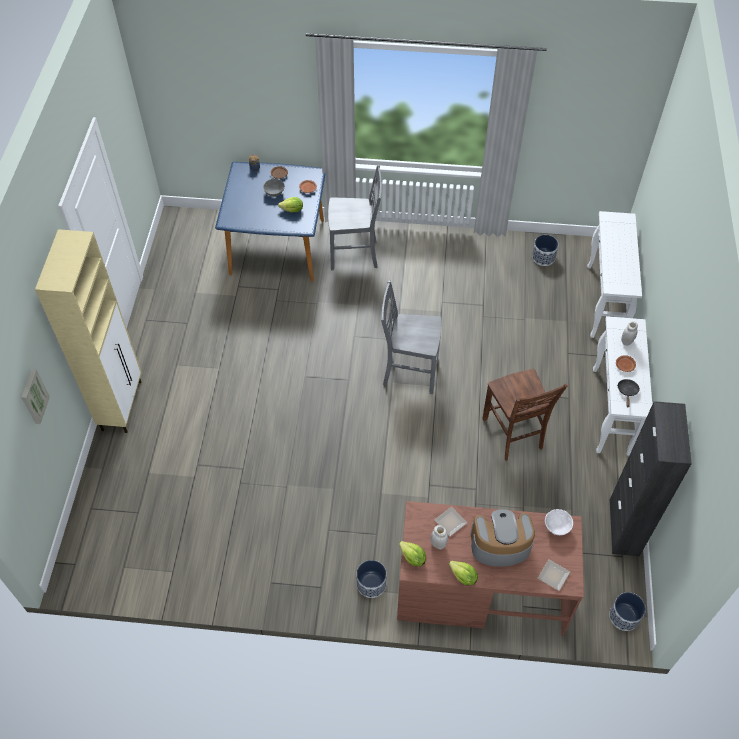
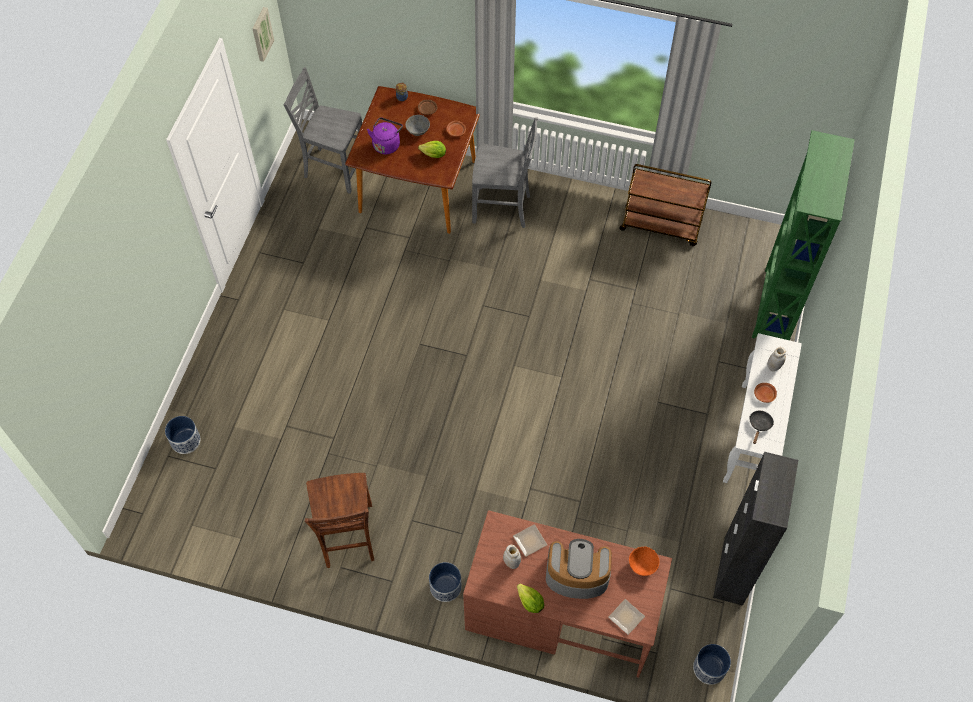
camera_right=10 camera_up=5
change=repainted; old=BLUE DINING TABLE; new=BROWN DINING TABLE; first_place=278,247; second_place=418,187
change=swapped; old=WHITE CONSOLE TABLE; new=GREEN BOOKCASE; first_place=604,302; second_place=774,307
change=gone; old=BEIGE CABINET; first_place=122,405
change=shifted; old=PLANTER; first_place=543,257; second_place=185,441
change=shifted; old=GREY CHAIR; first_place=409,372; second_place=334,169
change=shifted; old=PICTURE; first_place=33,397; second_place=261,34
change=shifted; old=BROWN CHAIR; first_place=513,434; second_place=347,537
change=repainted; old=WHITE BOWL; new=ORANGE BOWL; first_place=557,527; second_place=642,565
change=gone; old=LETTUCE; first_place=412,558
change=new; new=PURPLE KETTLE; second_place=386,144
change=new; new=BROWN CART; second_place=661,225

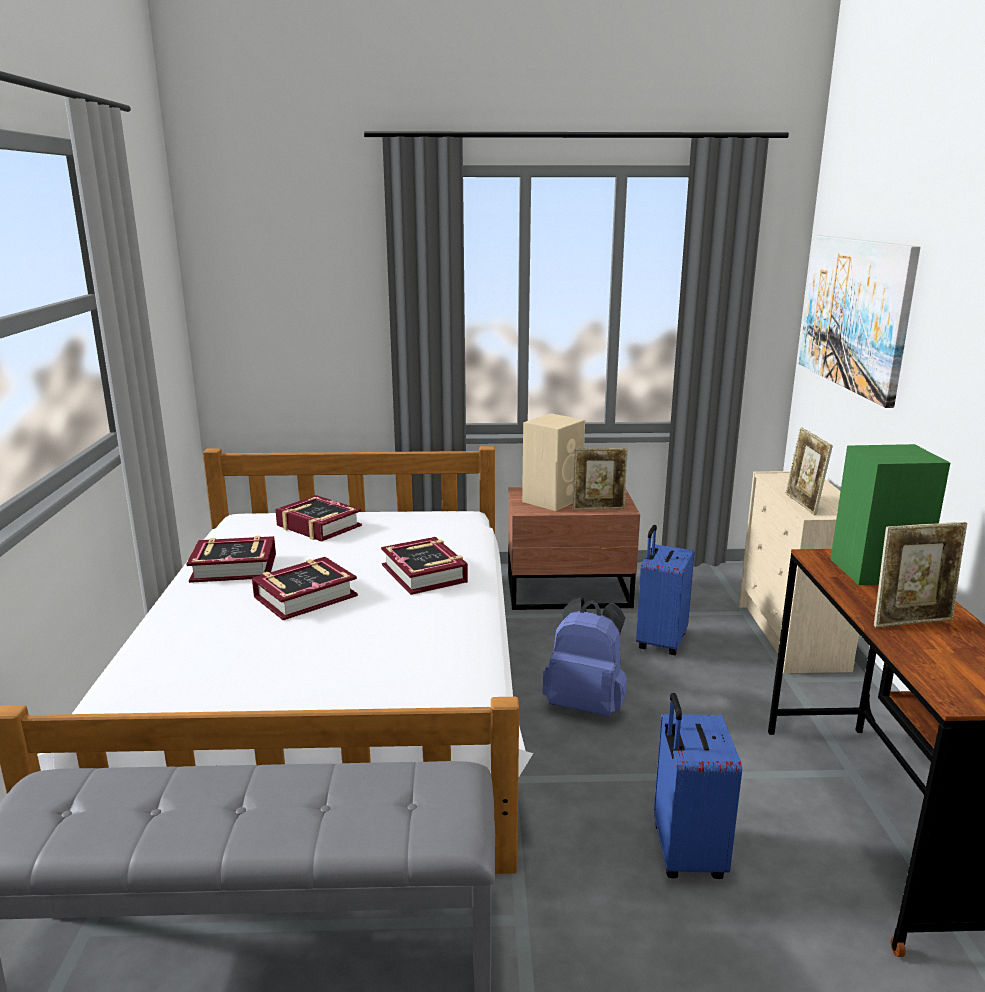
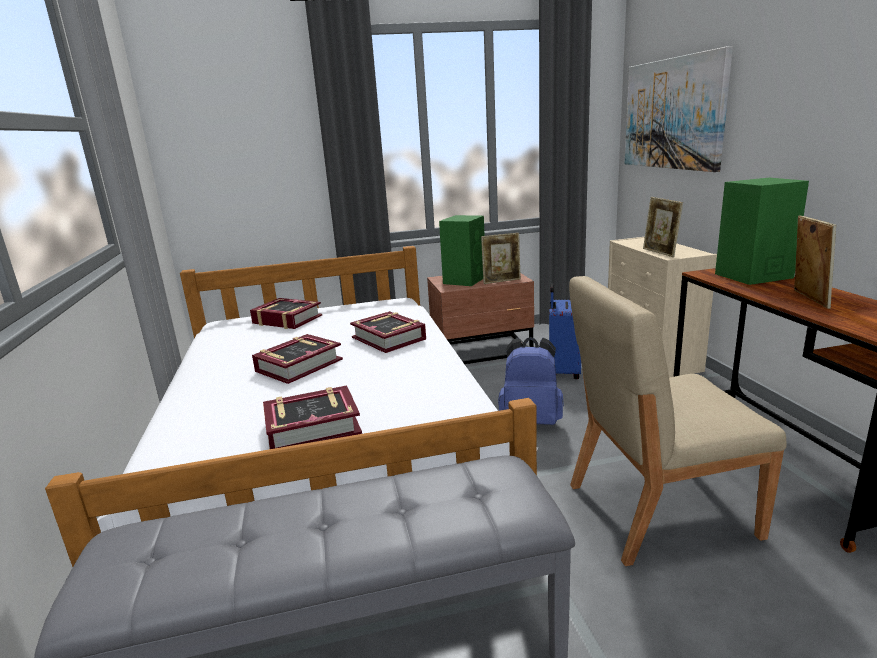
camera_right=-10 camera_up=0
change=repainted; old=BEIGE SPEAKER; new=GREEN SPEAKER; first_place=553,499; second_place=465,280
change=rotated; old=PICTURE FRAME; first_place=911,621; second_place=807,299; degrees=-60
change=shifted; old=BOOK; first_place=234,567; second_place=312,427
change=swapped; old=BLUE SUITCASE; new=BEIGE CHAIR; first_place=685,853; second_place=657,510

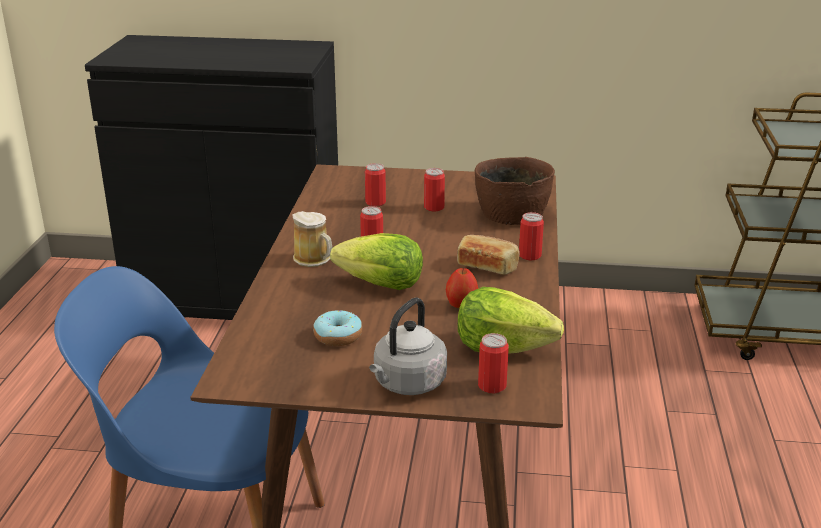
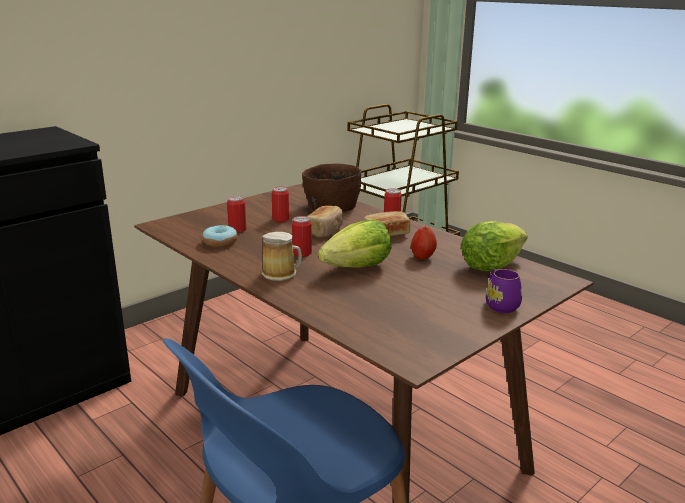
camera_right=-50 camera_up=-5
change=swapped; old=GREY KETTLE; new=PURPLE MUG; first_place=407,384; second_place=500,304
change=shifted; old=DONUT; first_place=338,336; second_place=220,242
change=gone; old=CAN; first_place=492,386
change=new; new=BREAD; second_place=325,230

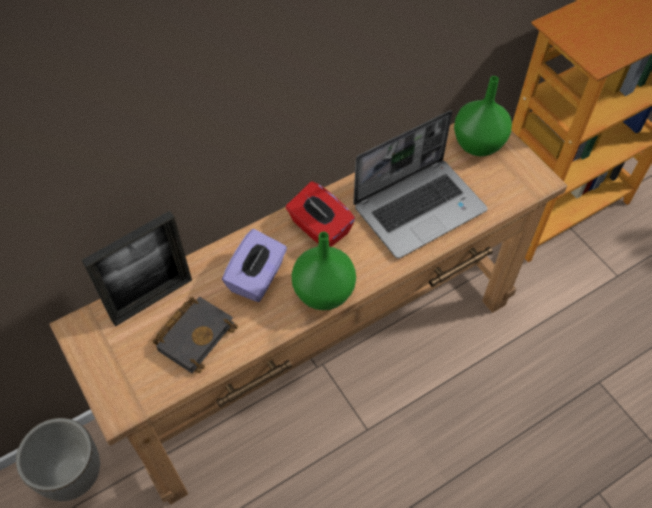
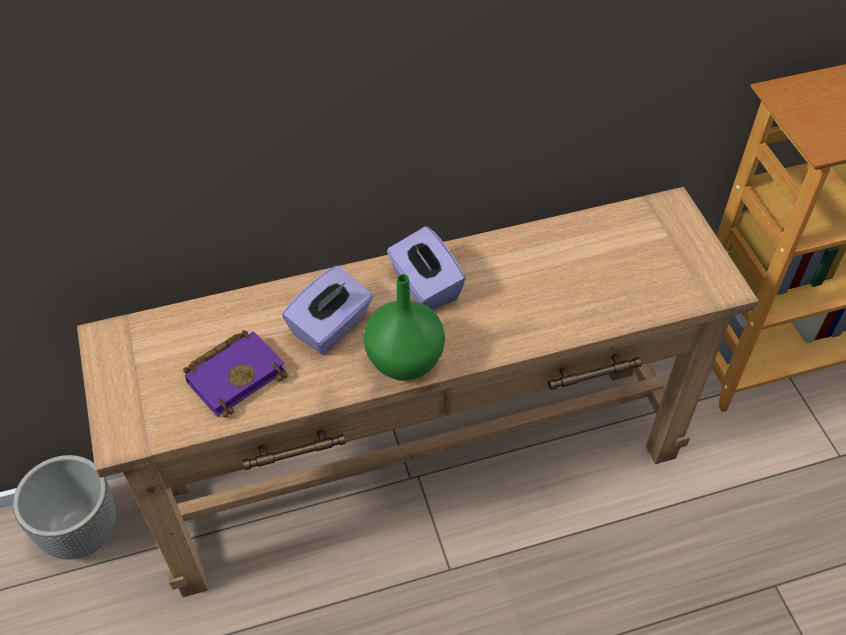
camera_right=15 camera_up=-5
change=gone; old=GREEN VASE; first_place=477,143
change=gone; old=LAPTOP; first_place=420,207
change=repainted; old=RED TISSUE BOX; new=PURPLE TISSUE BOX; first_place=319,228; second_place=424,286
change=gone; old=PICTURE FRAME; first_place=152,299
change=repainted; old=BLACK BOOK; new=PURPLE BOOK; first_place=195,334; second_place=236,374

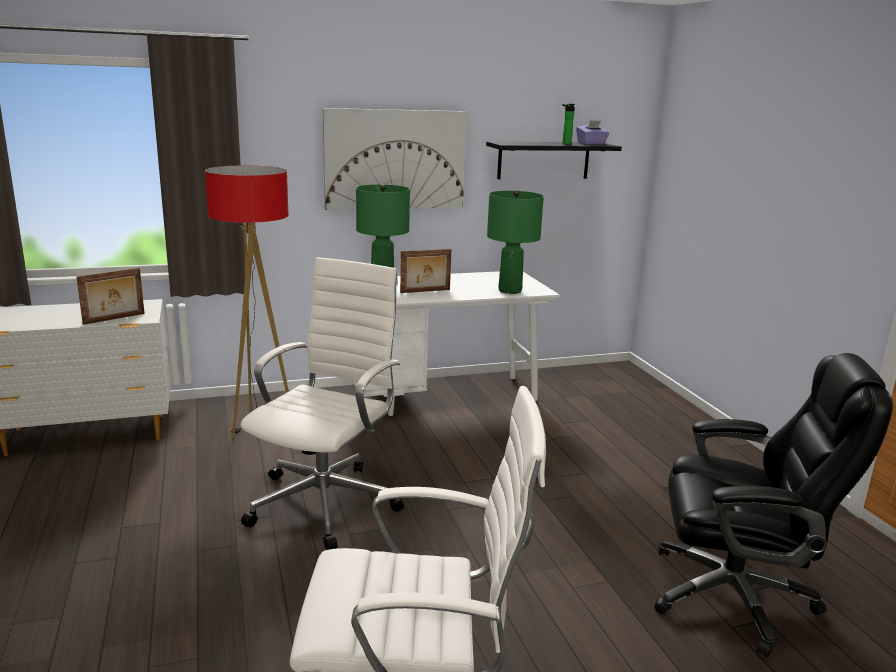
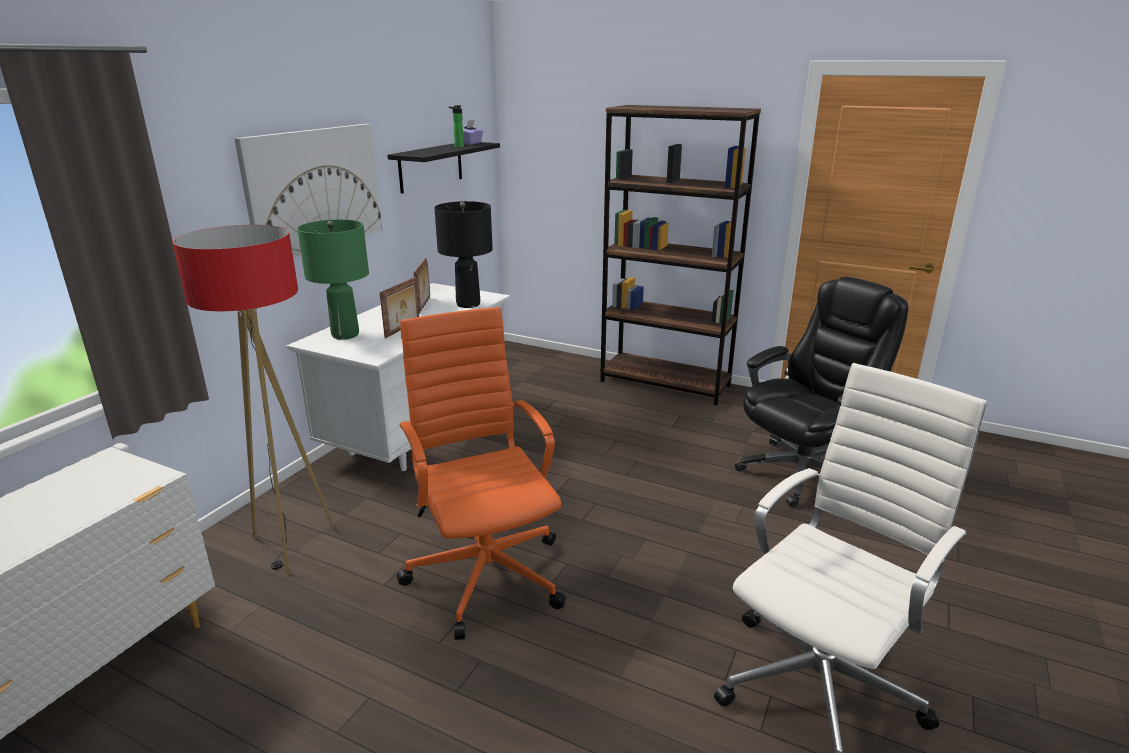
camera_right=-45 camera_up=5
change=repainted; old=GREEN TABLE LAMP; new=BLACK TABLE LAMP; first_place=510,291; second_place=468,304
change=repainted; old=WHITE OFFICE CHAIR; new=ORANGE OFFICE CHAIR; first_place=327,501; second_place=486,572
change=shifted; old=PICTURE FRAME; first_place=114,319; second_place=424,306
change=new; new=BROWN BOOKCASE; second_place=665,383

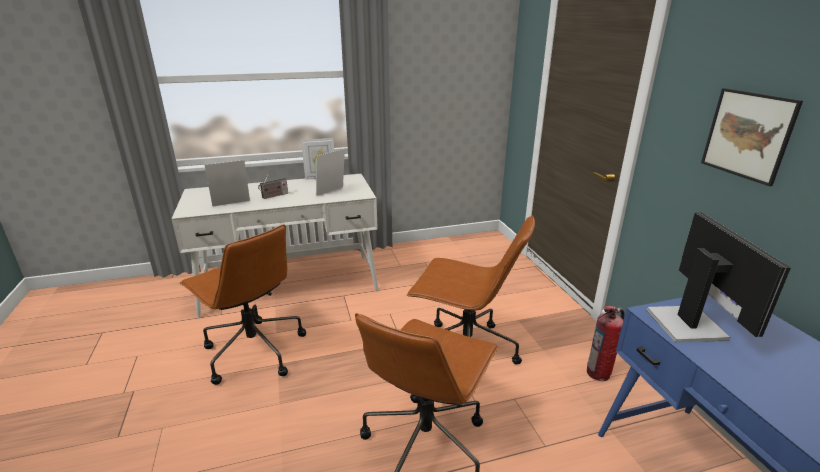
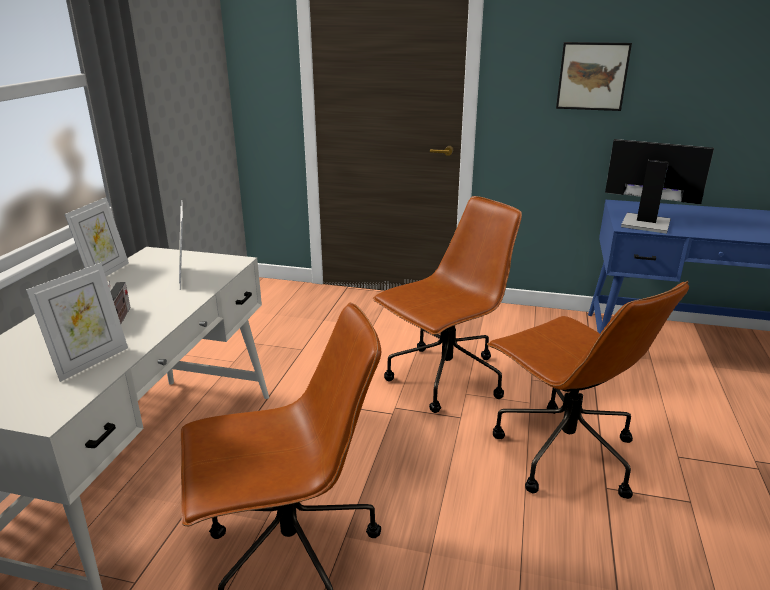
camera_right=-60 camera_up=0
change=rotated; old=PICTURE FRAME; first_place=232,204; second_place=90,361; degrees=-150
change=gone; old=FIRE EXTINGUISHER; first_place=599,373

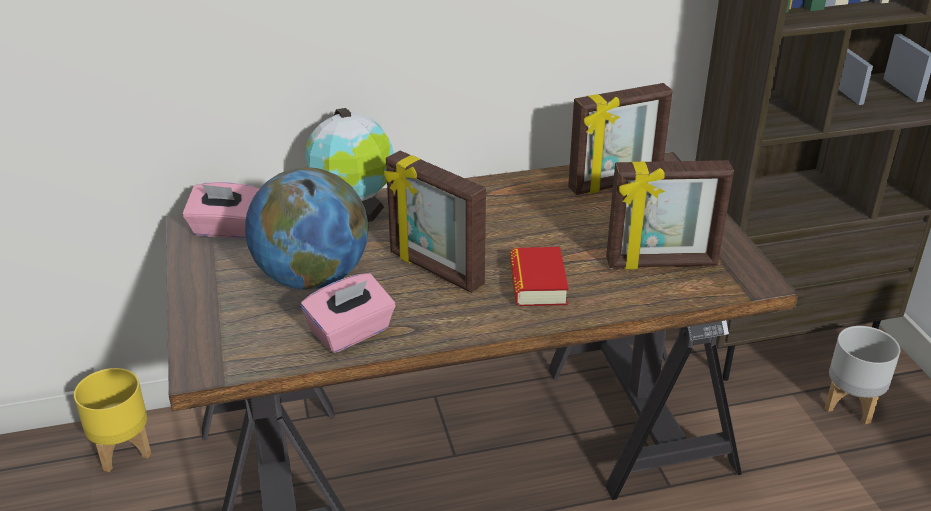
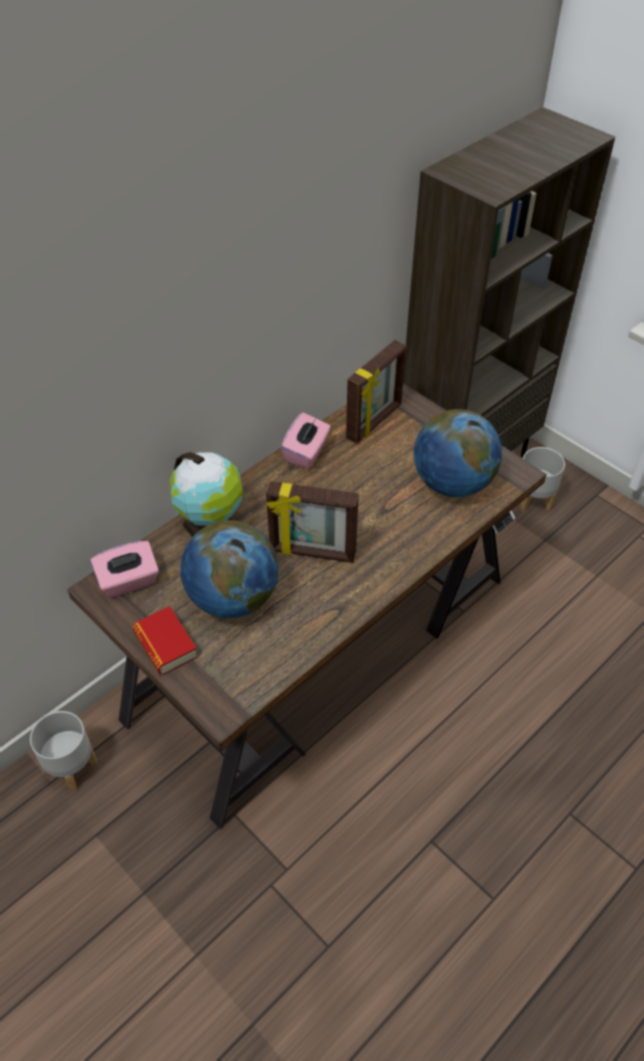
camera_right=-30 camera_up=15
change=swapped; old=PICTURE FRAME; new=GLOBE; first_place=661,264; second_place=452,483
change=shifted; old=BOOK; first_place=537,283; second_place=166,645
change=shifted; old=PINK TISSUE BOX; first_place=351,333; second_place=306,453
change=repainted; old=YELLOW PLANTER; new=GREY PLANTER; first_place=122,449; second_place=71,767

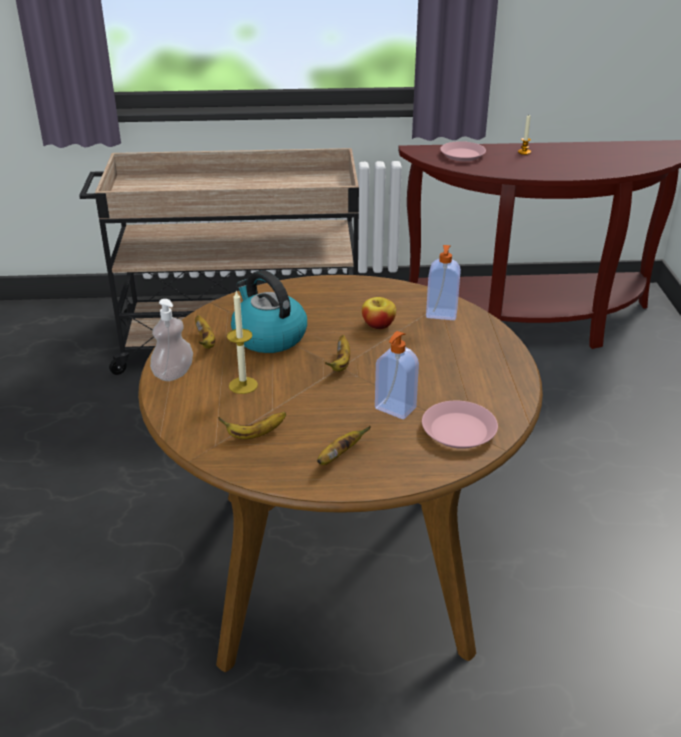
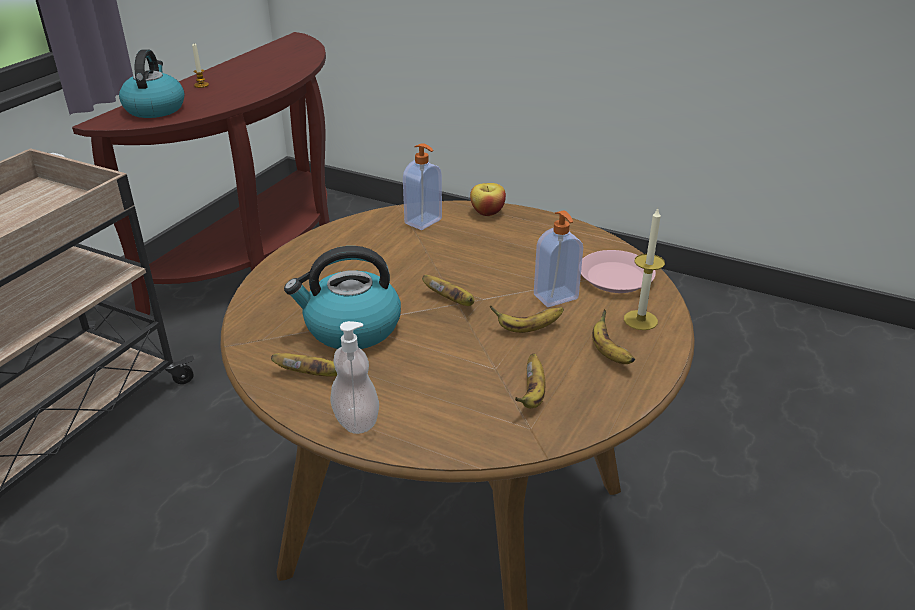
camera_right=-60 camera_up=0
change=swapped; old=PINK PLATE; new=KETTLE; first_place=462,155; second_place=155,108
change=shifted; old=CANDLE; first_place=243,385; second_place=640,320
change=shifted; old=APPLE; first_place=378,325; second_place=487,212
change=new; new=BANANA; second_place=528,329

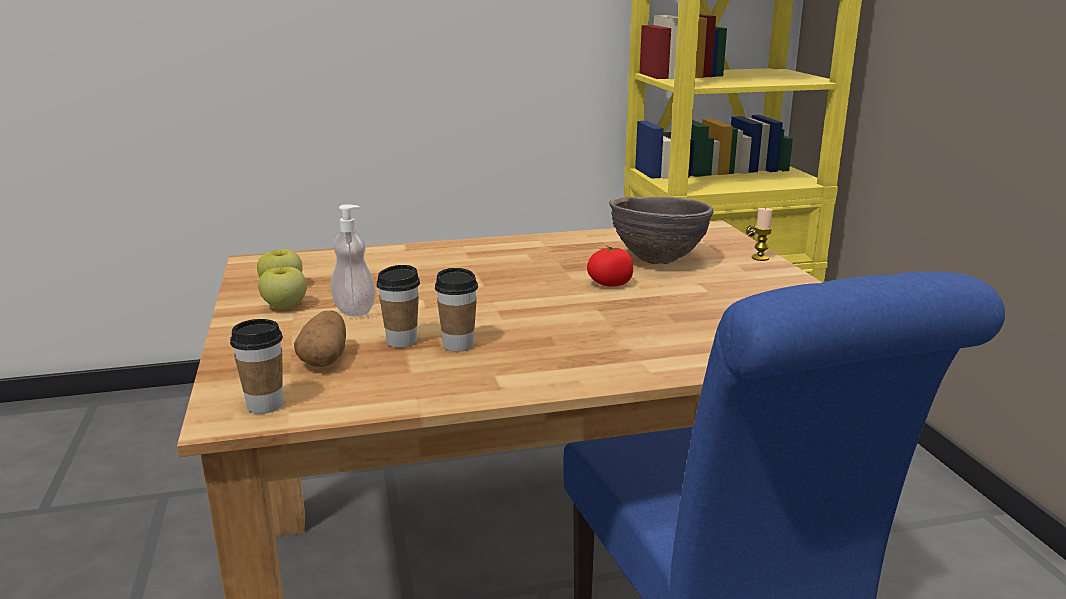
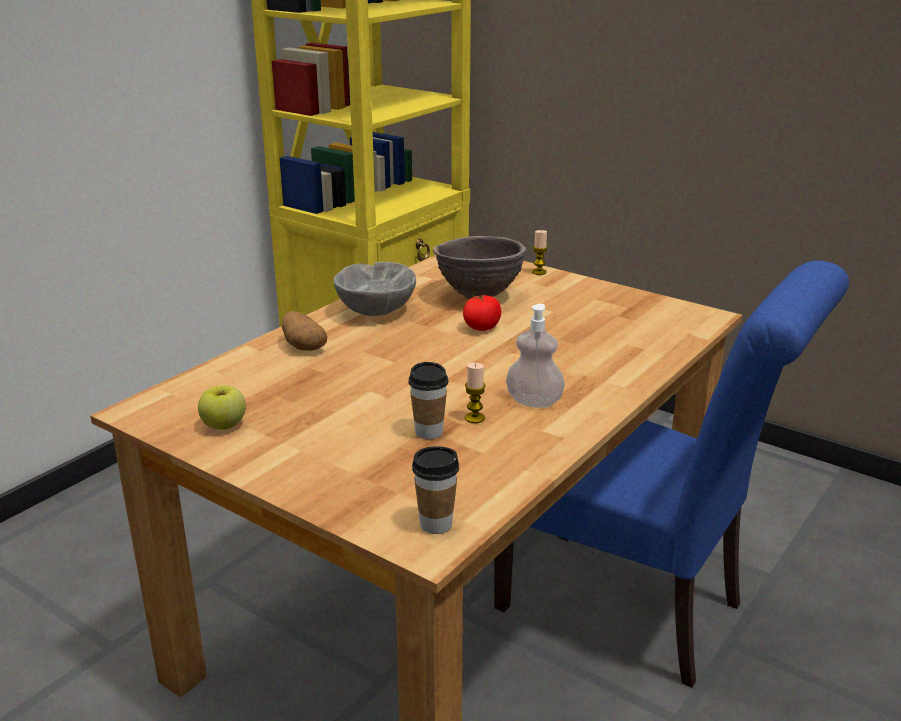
camera_right=-40 camera_up=5
change=shifted; old=SOAP DISPENSER; first_place=354,310; second_place=534,402
change=gone; old=APPLE; first_place=285,306
change=swapped; old=CUP; new=CANDLE; first_place=458,345; second_place=474,418
change=shifted; old=POTATO; first_place=325,359; second_place=303,346
change=new; new=GREY BOWL; second_place=375,311

